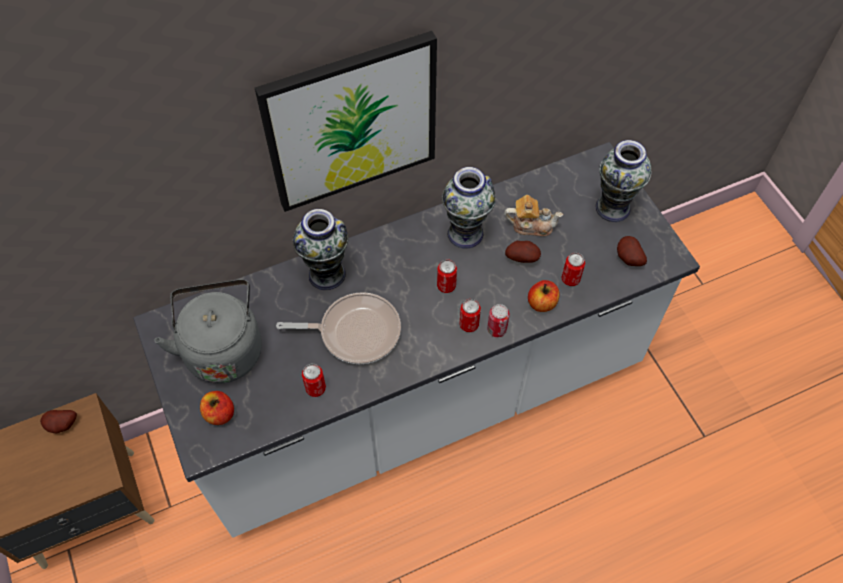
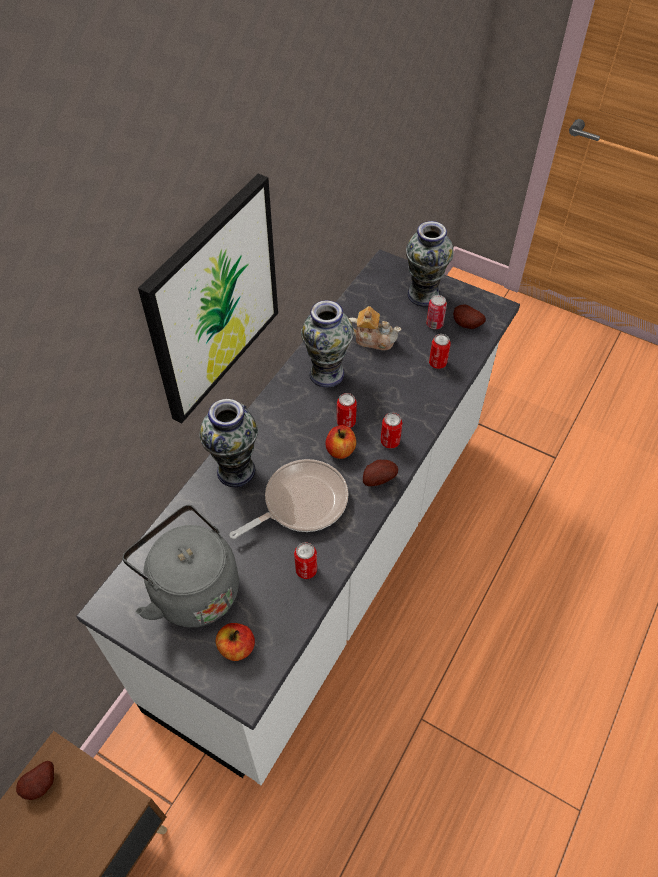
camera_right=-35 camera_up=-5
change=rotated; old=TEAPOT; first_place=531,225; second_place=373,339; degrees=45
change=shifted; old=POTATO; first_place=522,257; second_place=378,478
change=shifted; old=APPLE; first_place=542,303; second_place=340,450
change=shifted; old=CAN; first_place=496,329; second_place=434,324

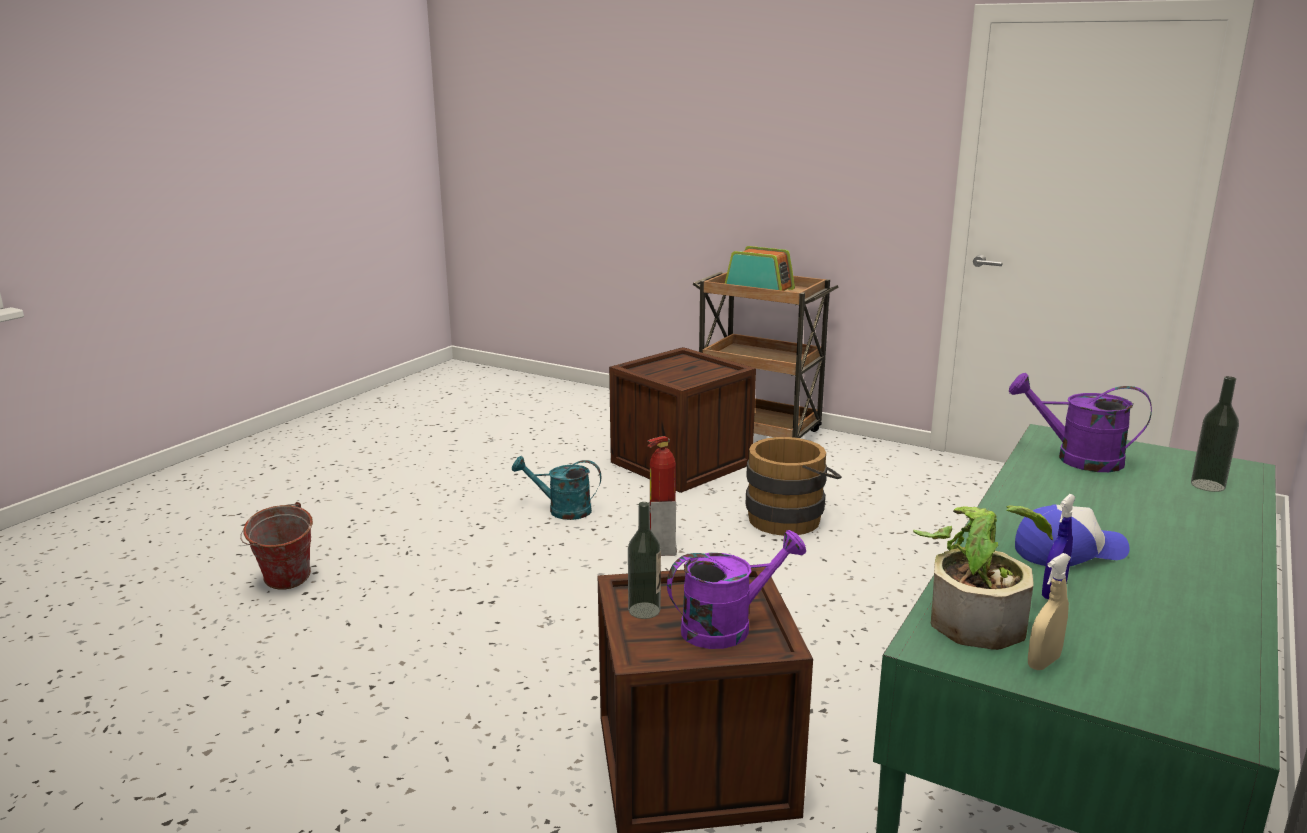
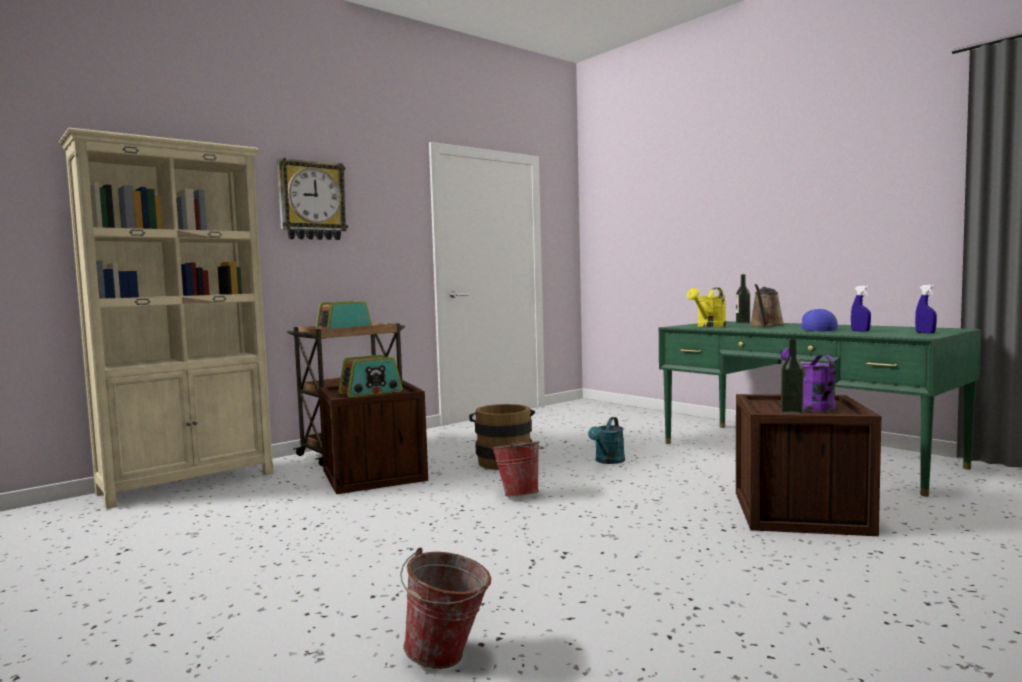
camera_right=-70 camera_up=-15
change=repainted; old=PURPLE WATERING CAN; new=YELLOW WATERING CAN; first_place=1077,459; second_place=709,326
change=swapped; old=FIRE EXTINGUISHER; new=BUCKET; first_place=661,549; second_place=519,494
change=shifted; old=TURQUOISE WATERING CAN; first_place=562,510; second_place=608,461
change=gone; old=POTTED PLANT; first_place=975,615
change=repainted; old=BEIGE SPRAY BOTTLE; new=BLUE SPRAY BOTTLE; first_place=1043,662; second_place=925,333
change=new; new=BEIGE BOOKCASE; second_place=189,483
change=new; new=WALL CLOCK; second_place=312,201
change=new; new=BROWN WATERING CAN; second_place=766,326
change=new; new=RADIO; second_place=371,392

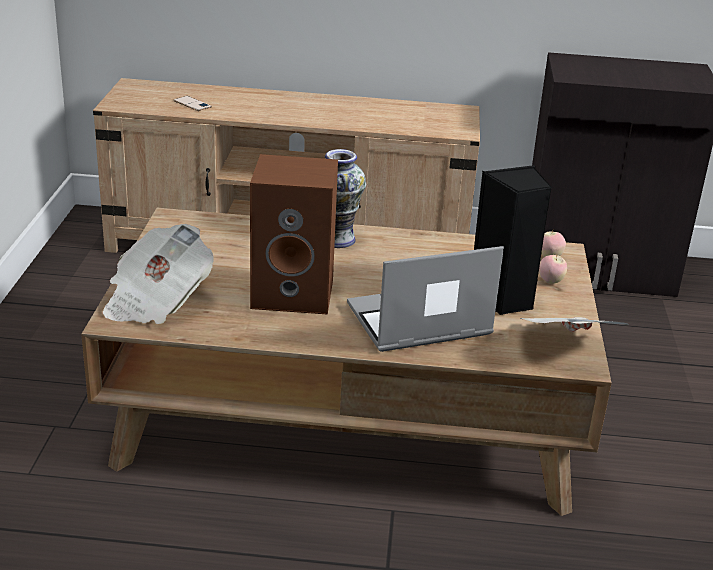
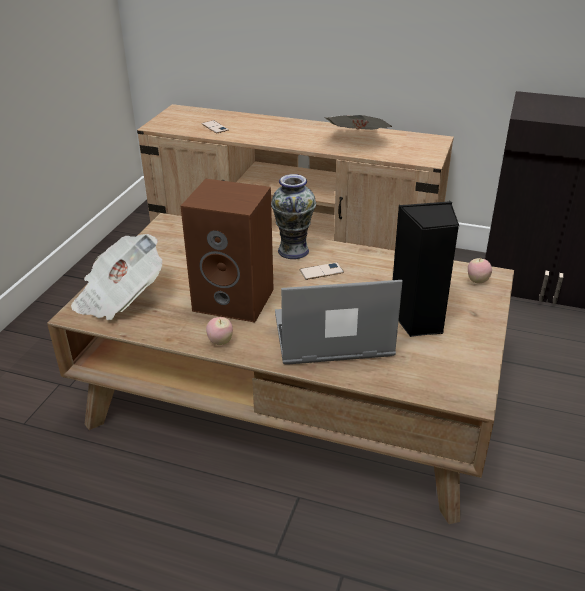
camera_right=15 camera_up=5
change=shifted; old=APPLE; first_place=550,281; second_place=220,342
change=shifted; old=NEWSPAPER; first_place=568,346; second_place=358,140
change=new; new=PHONE; second_place=321,271

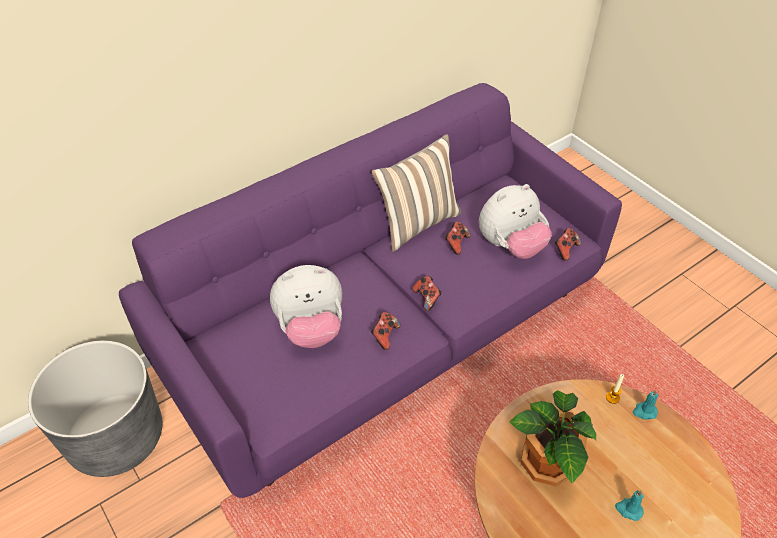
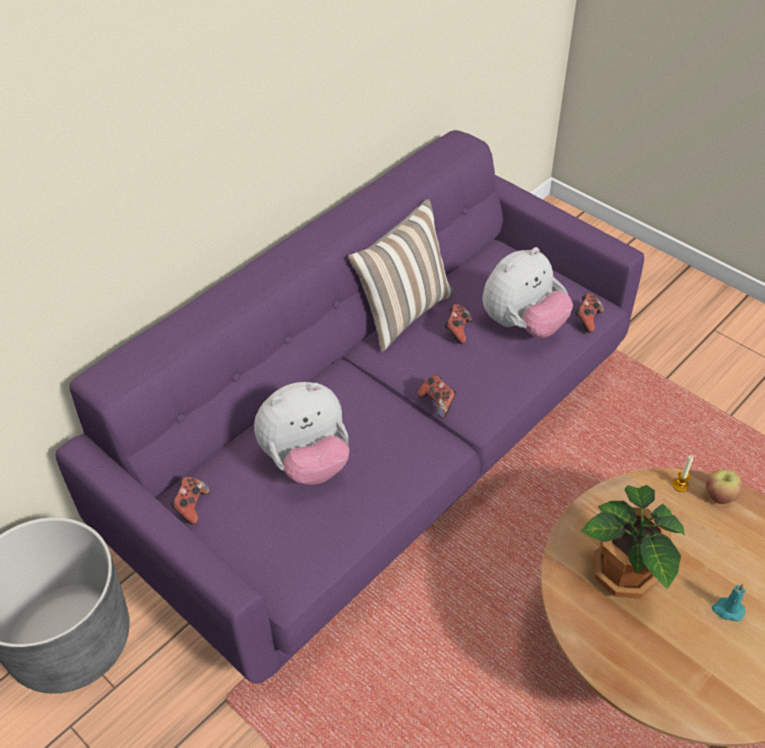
camera_right=-10 camera_up=0
change=shifted; old=GAME CONTROLLER; first_place=384,335; second_place=191,506
change=swapped; old=TURQUOISE CANDLE; new=APPLE; first_place=644,411; second_place=719,495

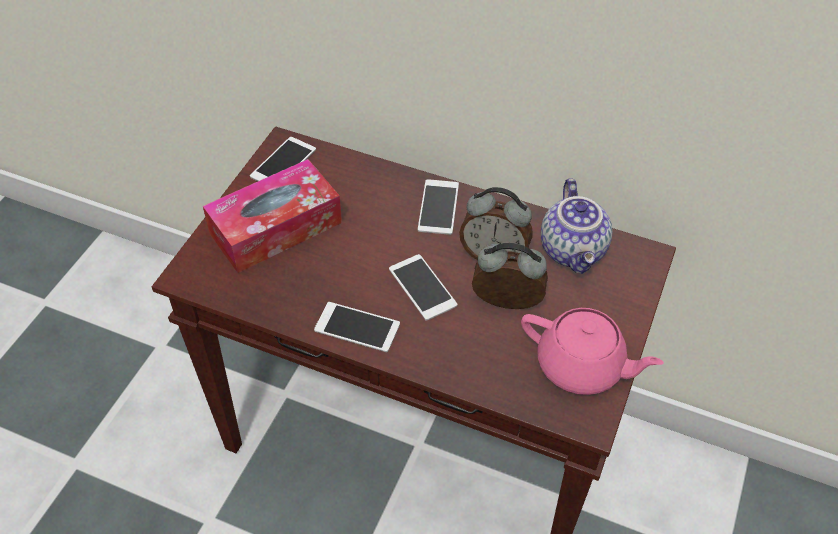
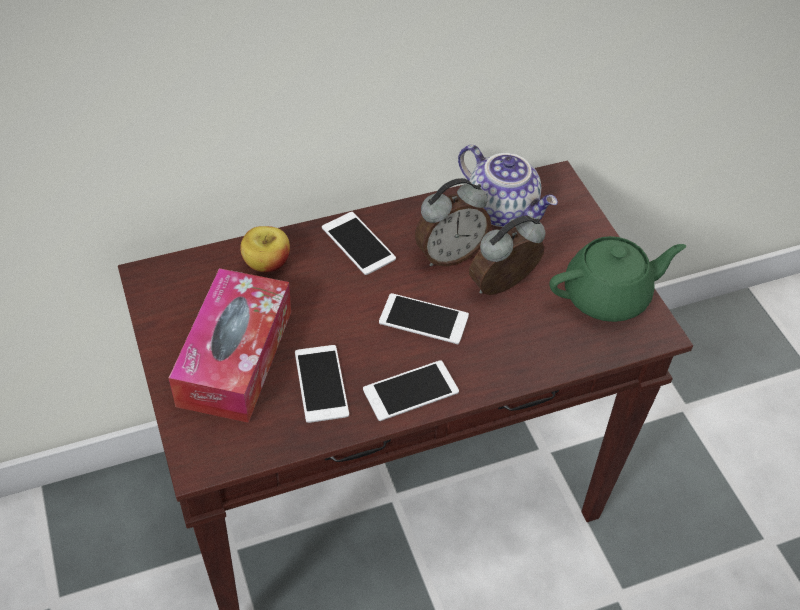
camera_right=-45 camera_up=0
change=shifted; old=PHONE; first_place=283,163; second_place=321,383
change=repainted; old=PINK TEAPOT; new=GREEN TEAPOT; first_place=581,367; second_place=607,296
change=new; new=APPLE; second_place=266,263

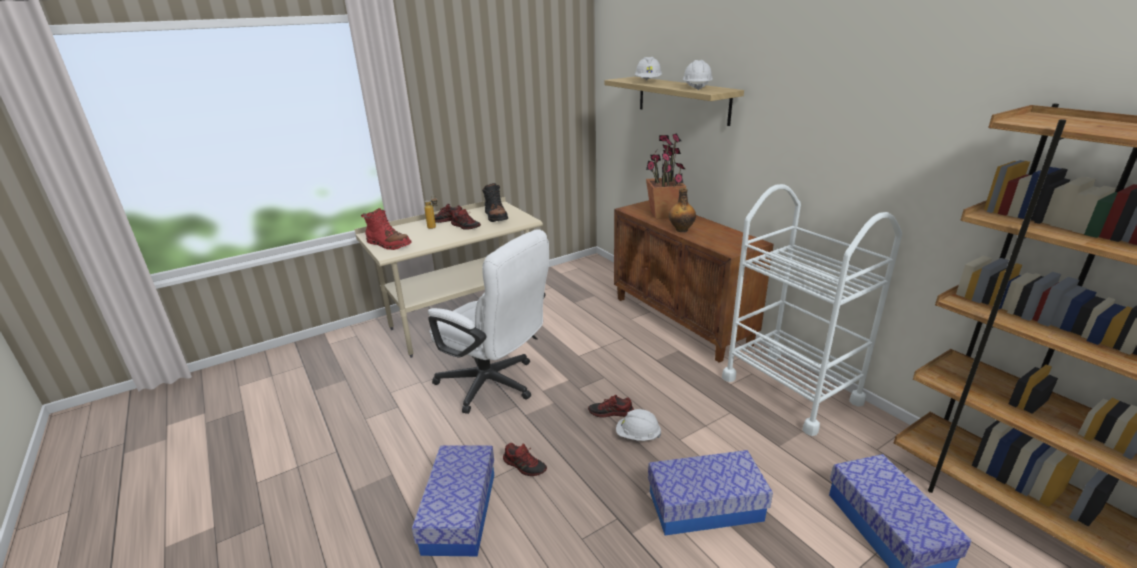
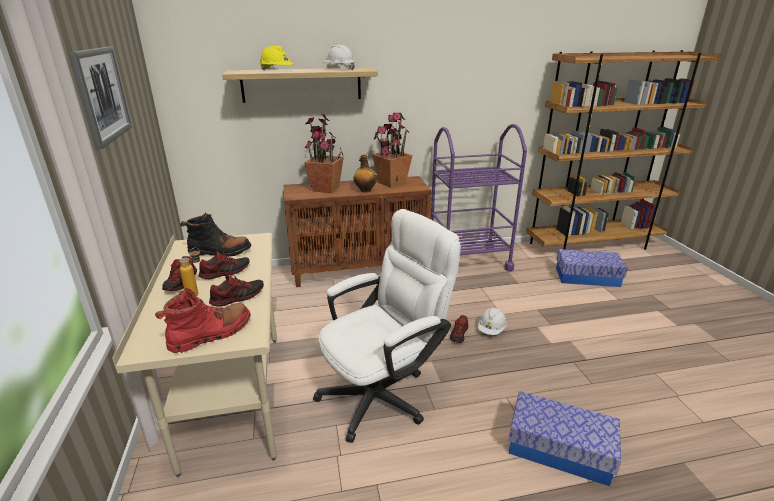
camera_right=-70 camera_up=0
change=repainted; old=WHITE HARD HAT; new=YELLOW HARD HAT; first_place=648,82; second_place=277,71
change=repainted; old=WHITE CART; new=PURPLE CART; first_place=790,390; second_place=468,261
change=shifted; old=SHOE; first_place=525,465; second_place=237,297
change=gone; old=STORAGE BOX; first_place=705,506
change=new; new=PICTURE; second_place=102,95
change=new; new=POTTED PLANT; second_place=391,183

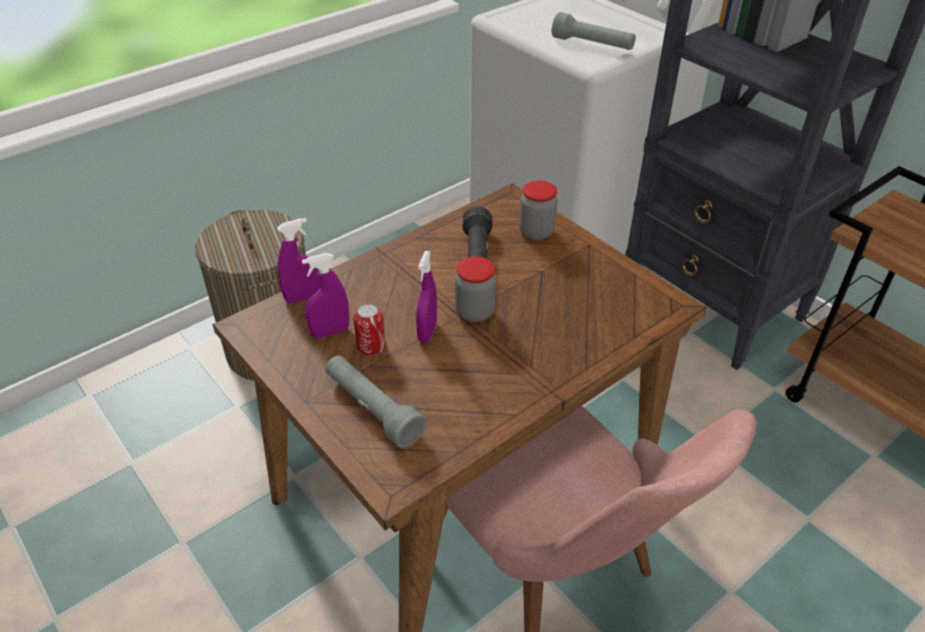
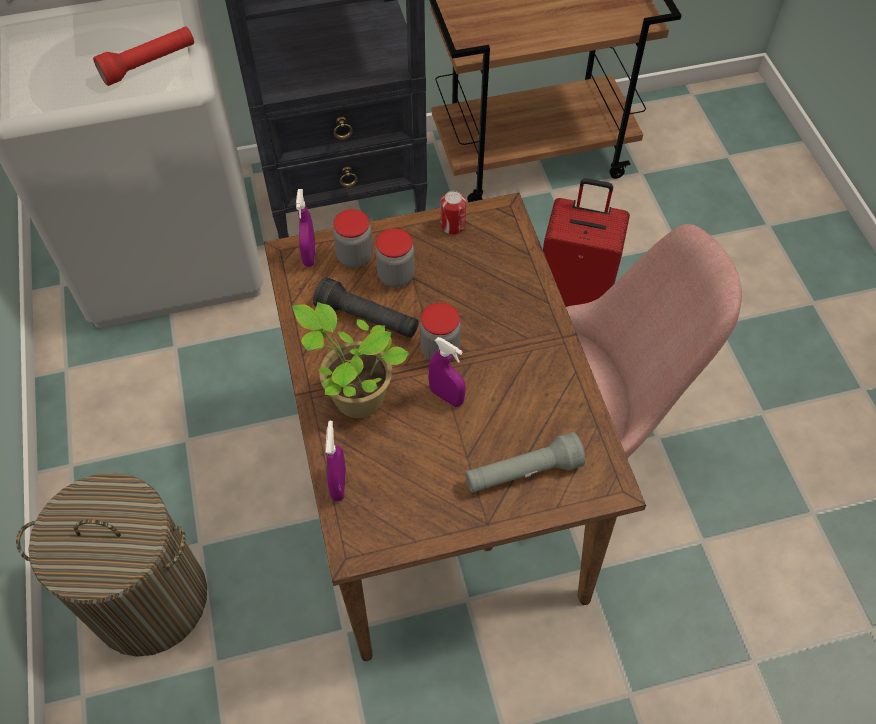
camera_right=-65 camera_up=15
change=repainted; old=GREY FLASHLIGHT; new=RED FLASHLIGHT; first_place=592,45; second_place=149,65
change=shifted; old=PURPLE SPRAY BOTTLE; first_place=330,332; second_place=309,255
change=shifted; old=CAN; first_place=371,346; second_place=452,225
change=new; new=RED SUITCASE; second_place=574,298
change=new; new=JAR; second_place=396,276
change=new; new=POTTED PLANT; second_place=355,396

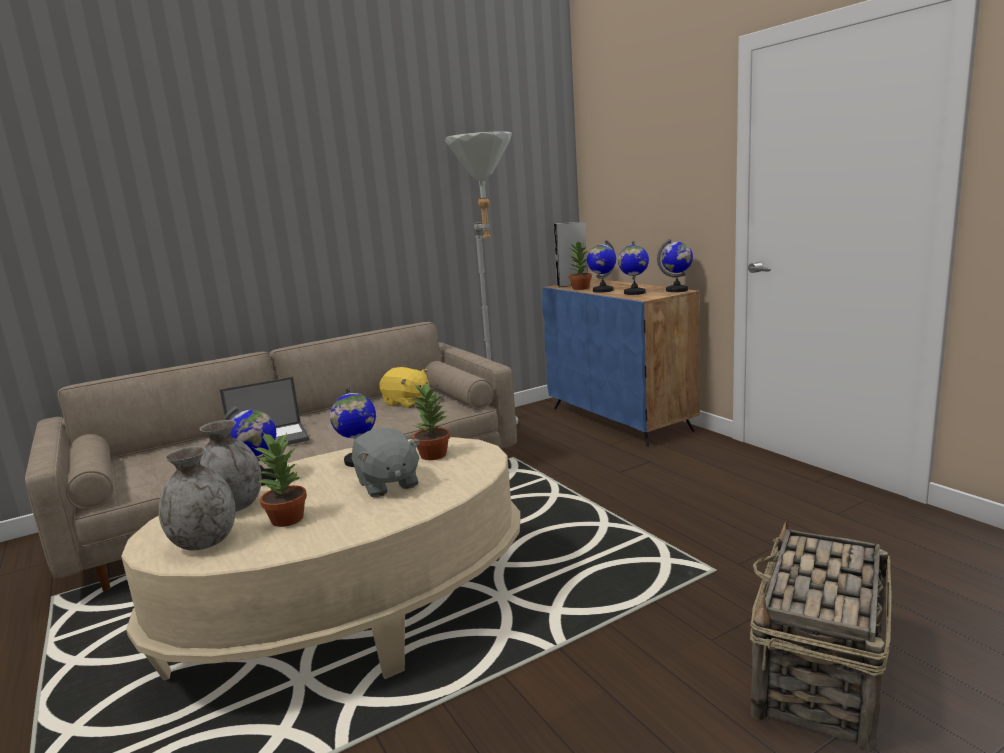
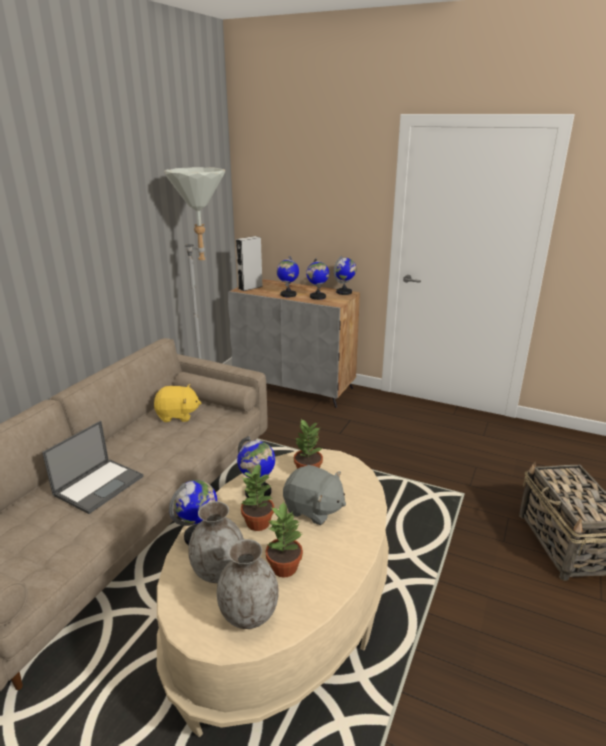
camera_right=-35 camera_up=10
change=shifted; old=POTTED PLANT; first_place=580,288; second_place=257,523
change=repainted; old=BLUE CABINET; new=GREY CABINET; first_place=620,419; second_place=295,386

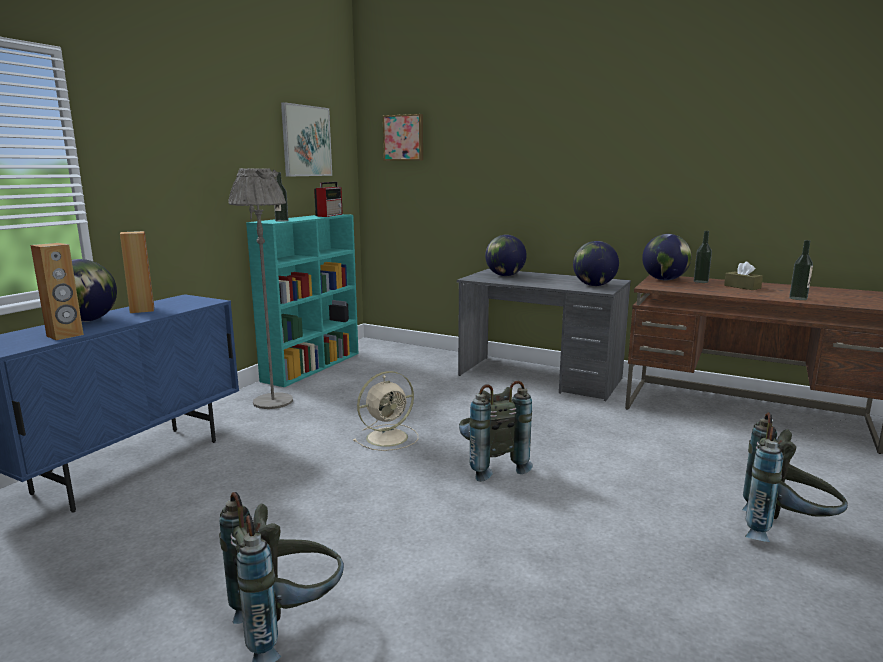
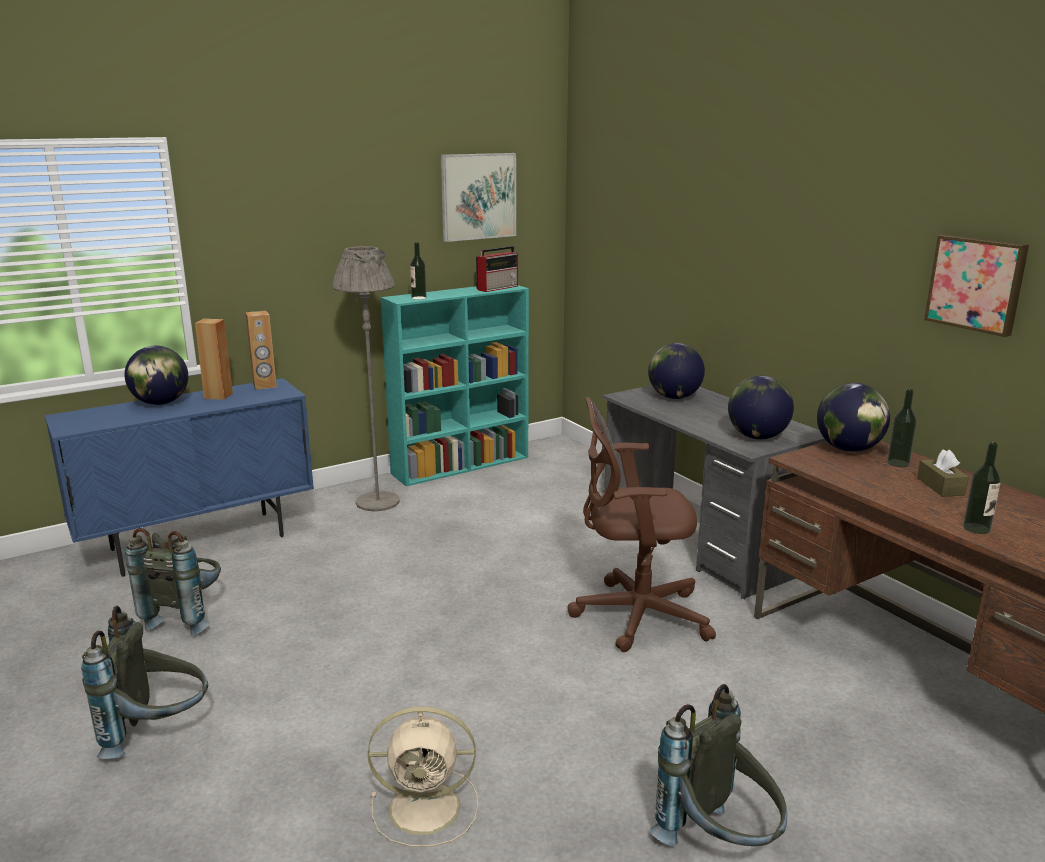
camera_right=30 camera_up=5
change=shifted; old=PICTURE; first_place=404,138; second_place=976,283
change=shifted; old=BROWN SPEAKER; first_place=65,335; second_place=265,386
change=shifted; old=BEIGE FAN; first_place=388,437; second_place=428,807
change=shifted; old=GREY BACKPACK; first_place=490,465; second_place=186,616
change=new; new=BROWN OFFICE CHAIR; second_place=634,615

